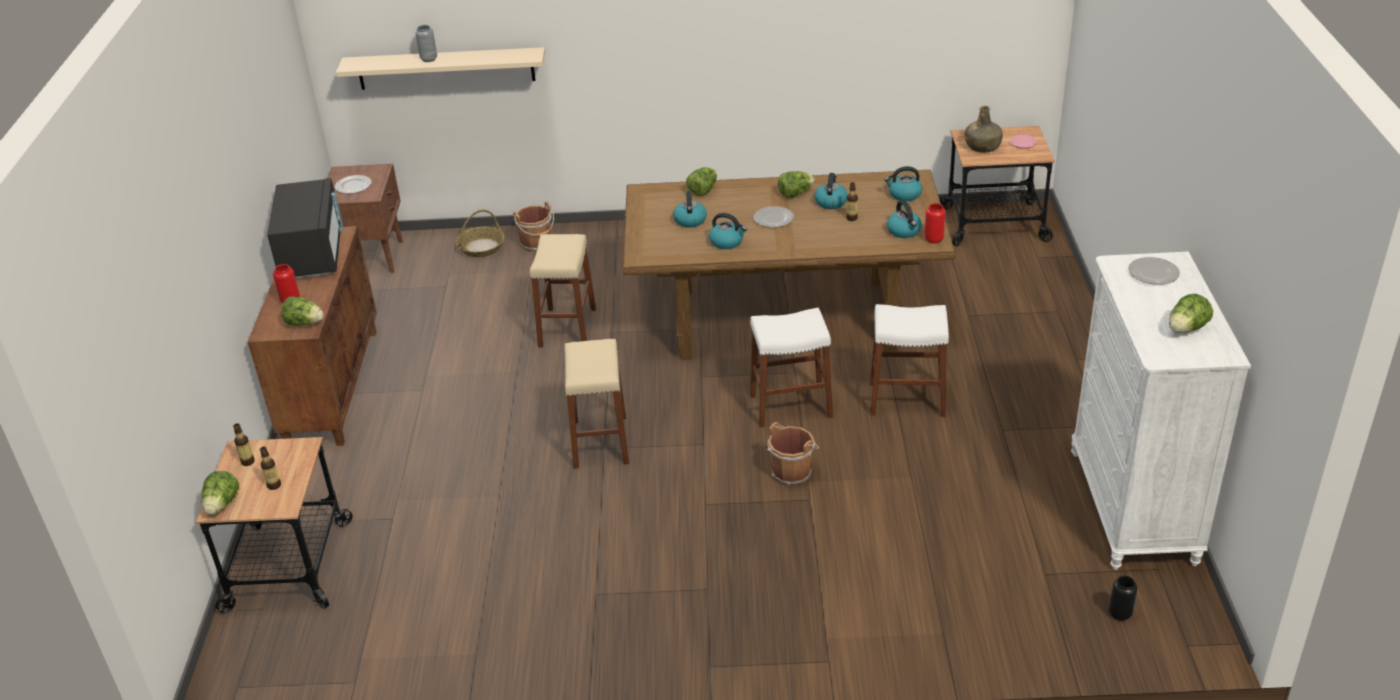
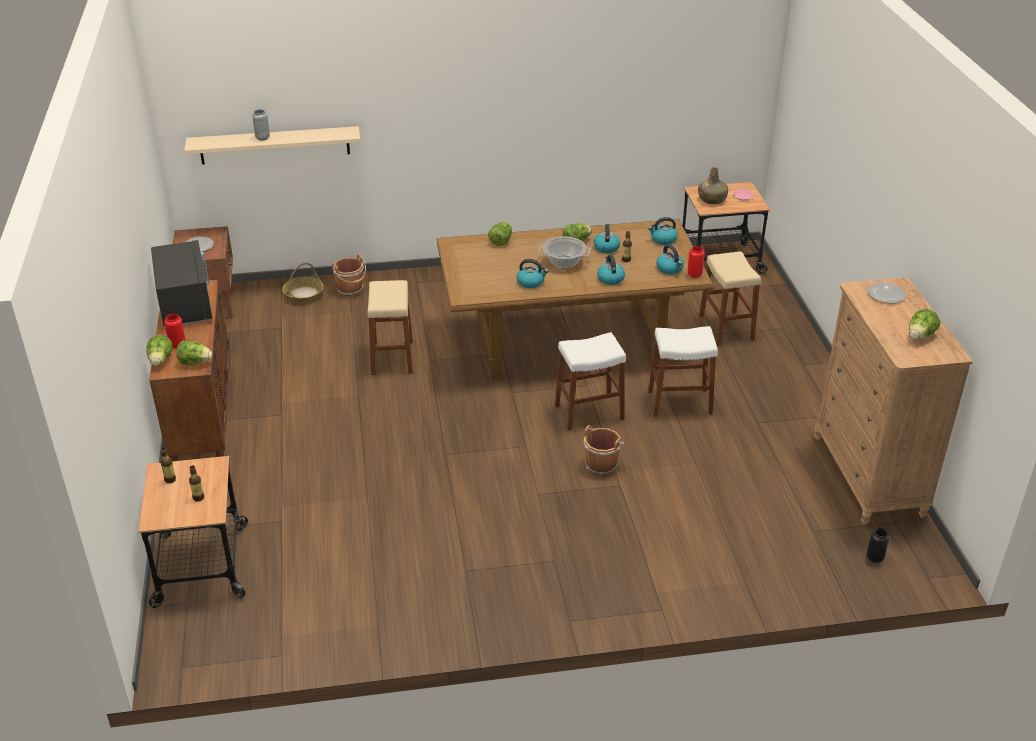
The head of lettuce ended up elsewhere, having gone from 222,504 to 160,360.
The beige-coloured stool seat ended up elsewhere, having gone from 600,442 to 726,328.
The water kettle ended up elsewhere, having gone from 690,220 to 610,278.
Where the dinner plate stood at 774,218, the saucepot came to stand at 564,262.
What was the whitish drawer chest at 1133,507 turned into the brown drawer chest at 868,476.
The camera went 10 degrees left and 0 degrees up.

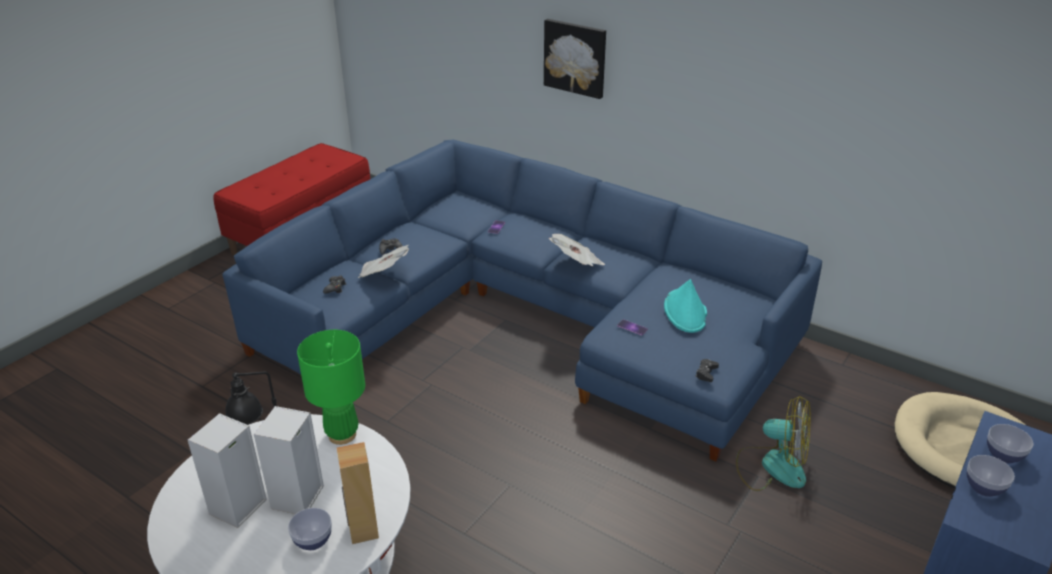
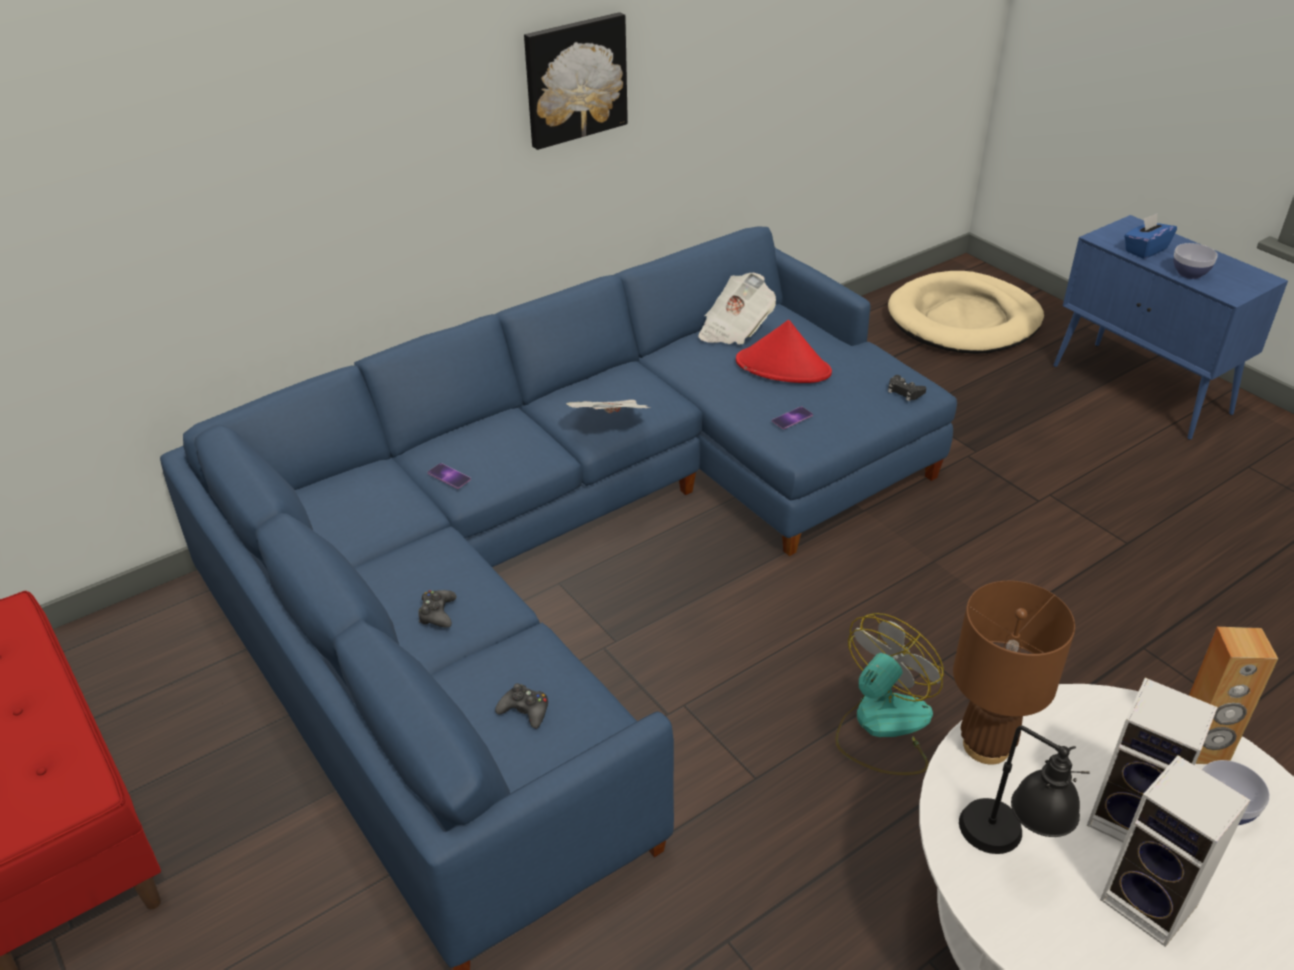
The printed paper ended up elsewhere, having gone from 384,274 to 733,328.
The wall picture ended up elsewhere, having gone from 575,57 to 574,79.
The fan ended up elsewhere, having gone from 772,466 to 882,727.
Where the deep dish stood at 1003,455, the blue tissue holder came to stand at 1145,250.
What was the green lamp for a table at 342,435 turned into the brown lamp for a table at 986,746.
What was the blue-green wearable hat at 685,312 turned into the red-coloured wearable hat at 783,367.
The camera went 70 degrees left and 5 degrees up.

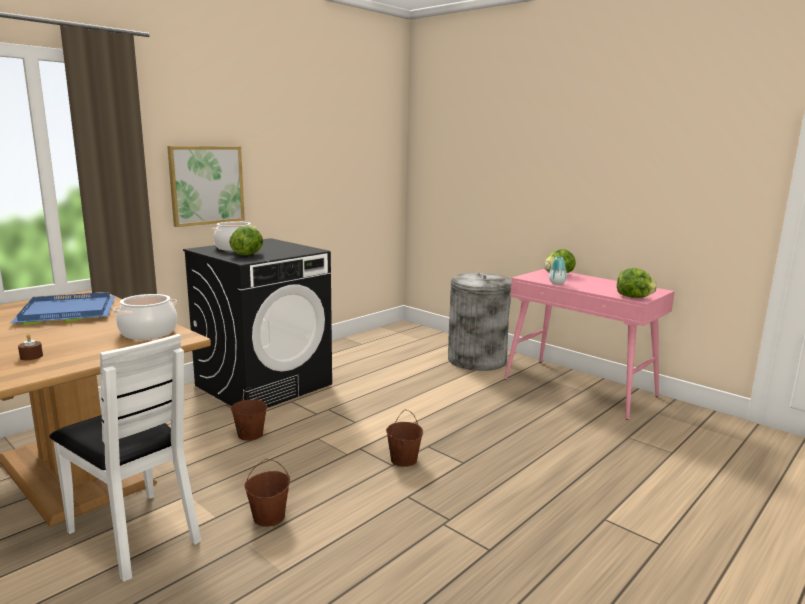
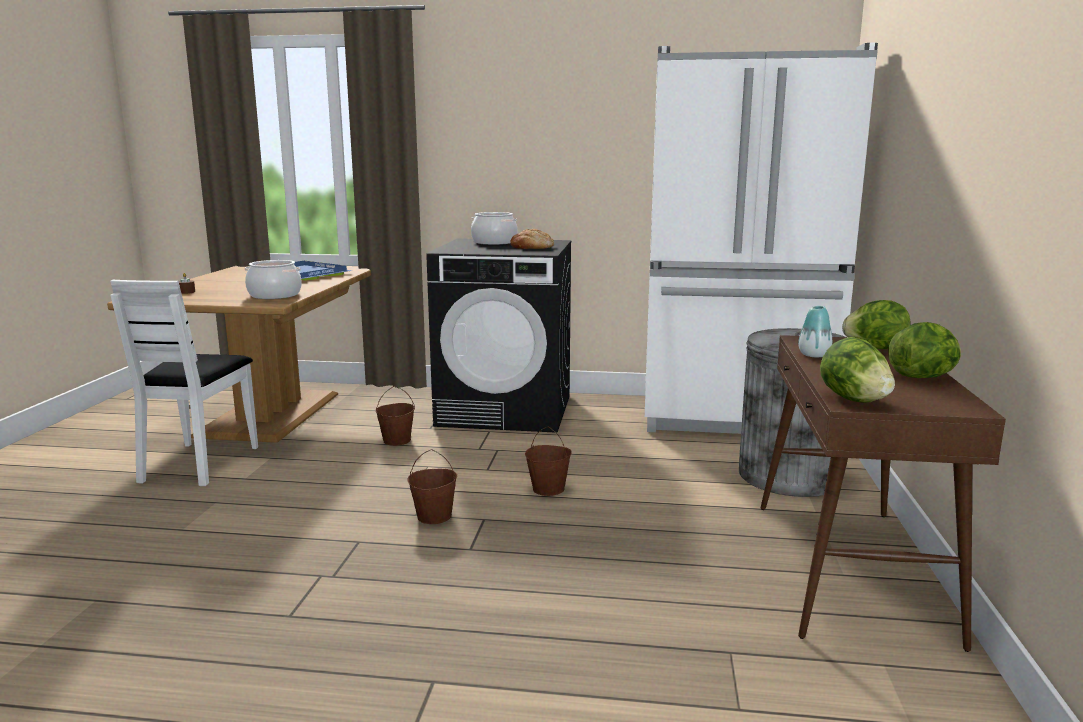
The second view lost the wall picture at 206,185.
The second view gained the bakery bread at 532,247.
The second view gained the whitish refrigerator at 735,418.
The head of lettuce ended up elsewhere, having gone from 248,254 to 923,377.
The brown water bucket ended up elsewhere, having gone from 269,517 to 548,489.
What was the pink console table at 580,387 turned into the brown console table at 849,569.
The camera went 55 degrees right and 0 degrees up.

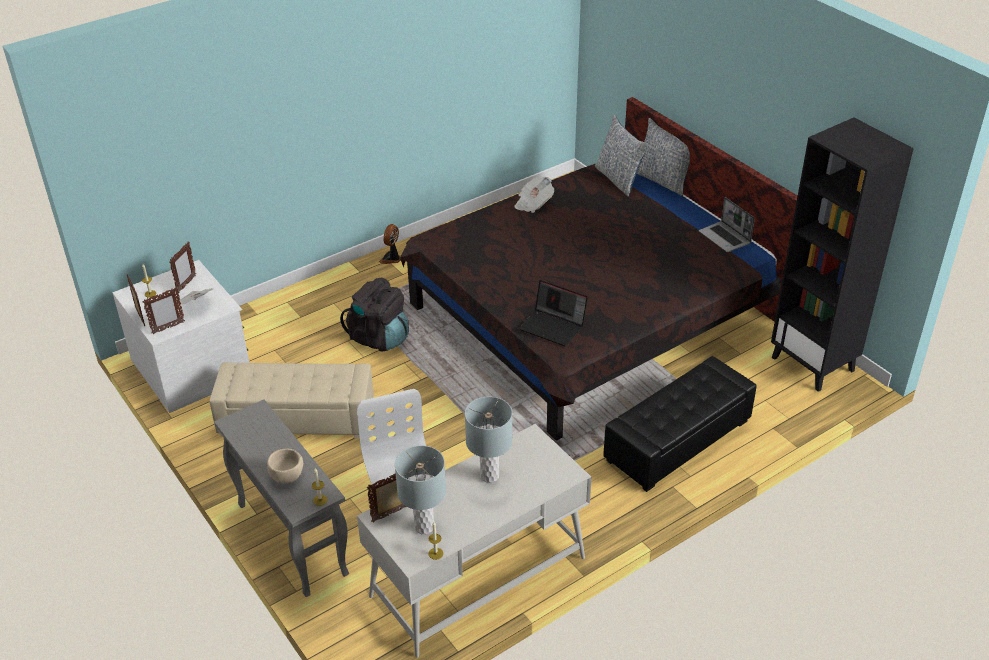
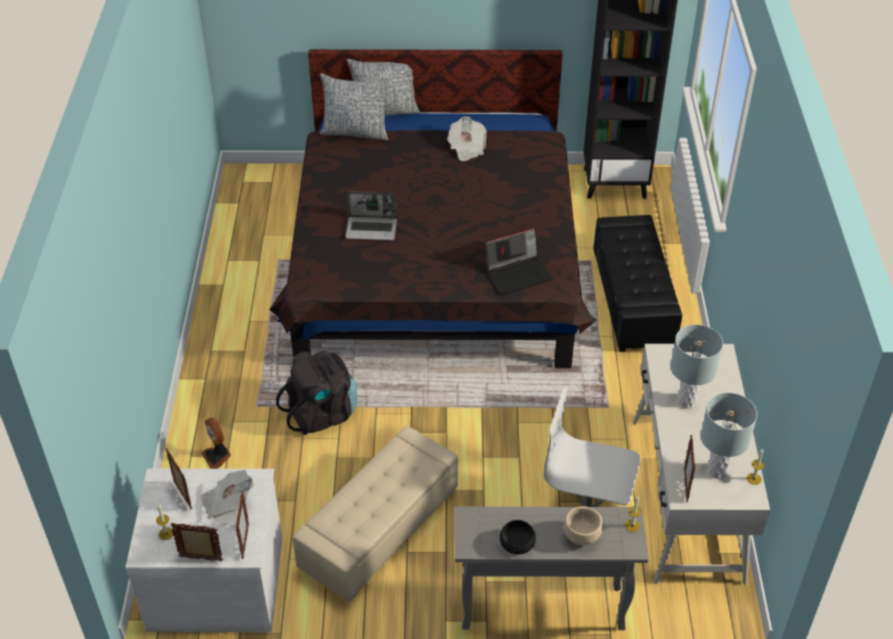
The second view gained the black deep dish at 517,543.
The fan ended up elsewhere, having gone from 391,258 to 217,456.
The printed paper ended up elsewhere, having gone from 533,204 to 466,148.
The portable computer ended up elsewhere, having gone from 725,238 to 372,229.
The camera went 55 degrees left and 5 degrees up.

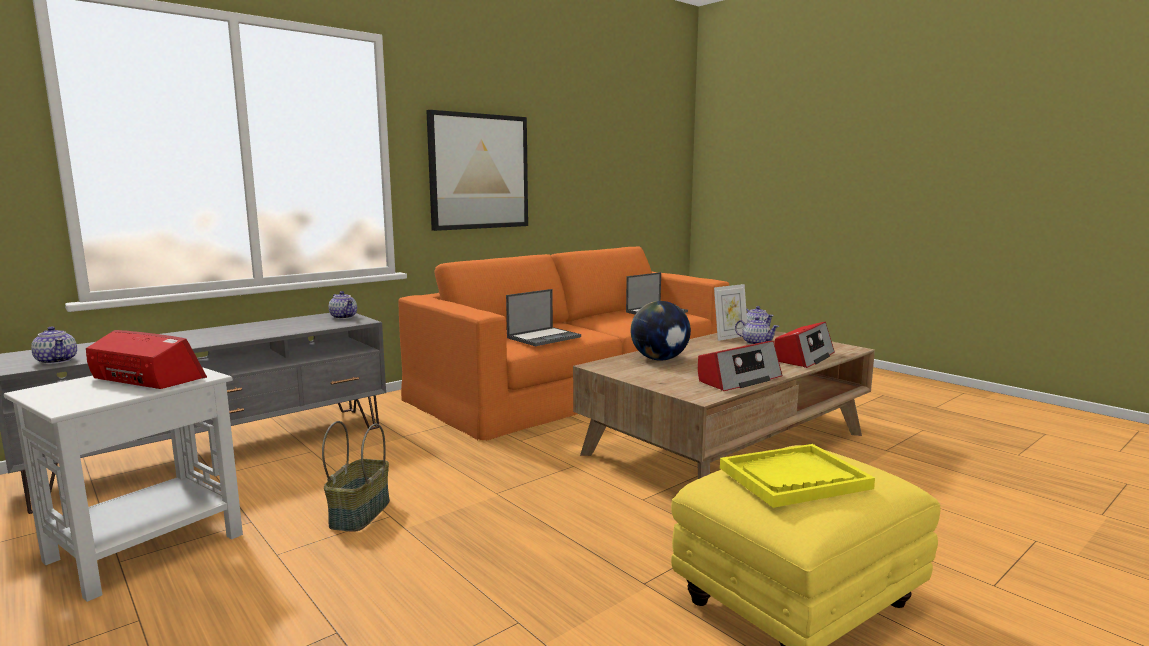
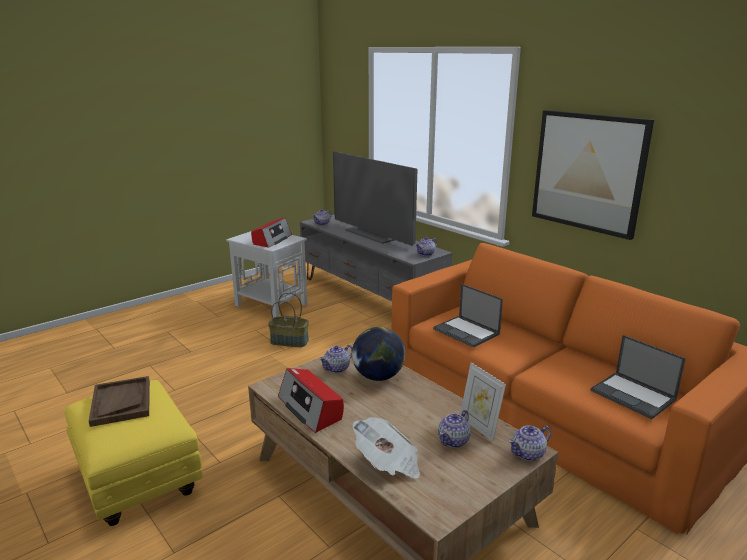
The second view gained the pot for tea at 337,368.
The second view gained the TV at 374,234.
Where the radio receiver stood at 803,357, the printed paper came to stand at 388,463.
What was the yellow serving tray at 794,478 turned into the brown serving tray at 121,402.
The camera went 90 degrees right and 10 degrees up.

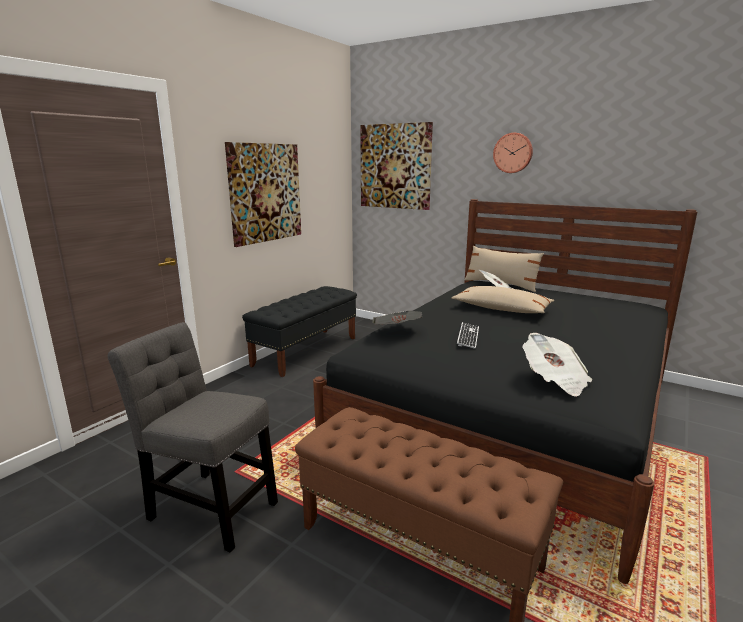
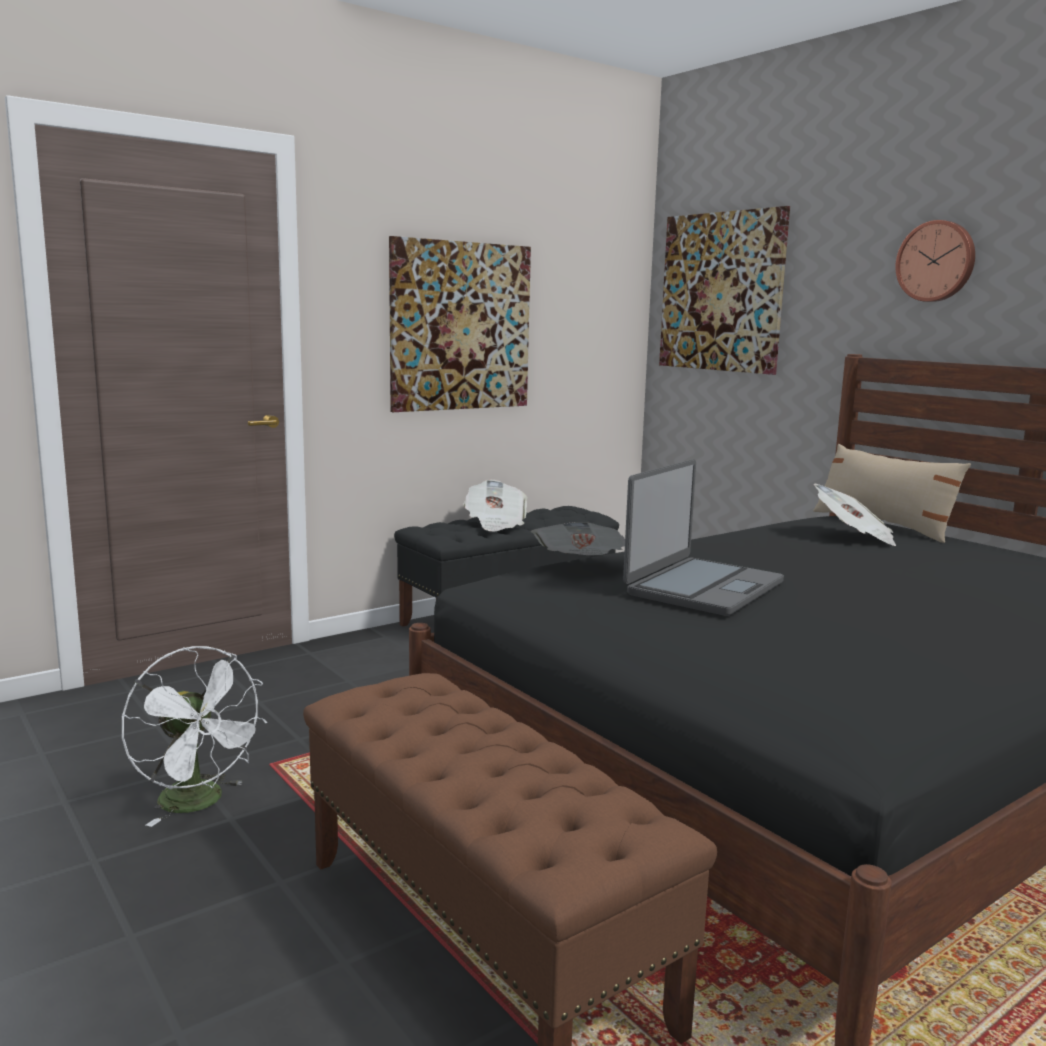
The second view lost the beige-coloured cushion at 501,309.
The printed paper ended up elsewhere, having gone from 555,380 to 495,523.
Where the grey chair stood at 209,507, the whitish fan came to stand at 200,803.
Where the PC keyboard stood at 468,336, the portable computer came to stand at 703,588.
The camera went 20 degrees right and 5 degrees down.

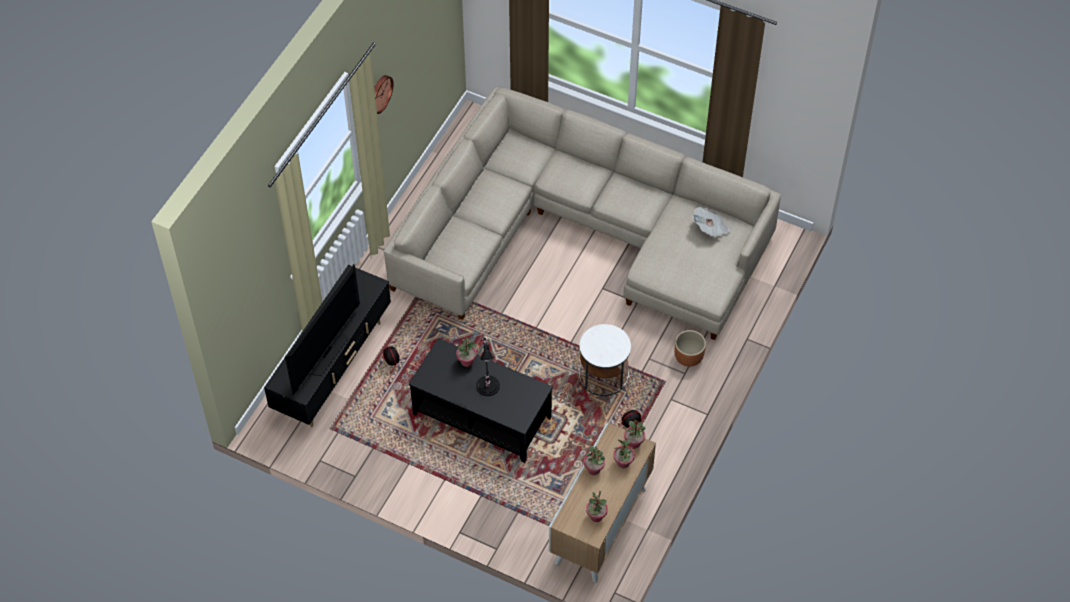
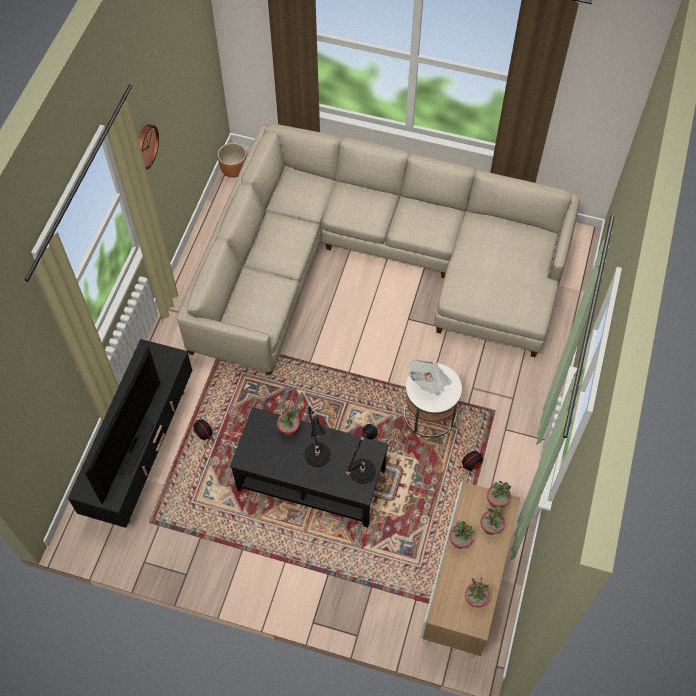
The second view gained the black lamp for a table at 361,473.
The brown planter ended up elsewhere, having gone from 689,357 to 234,170.
The printed paper ended up elsewhere, having gone from 710,229 to 429,382.
The camera went 10 degrees left and 5 degrees up.

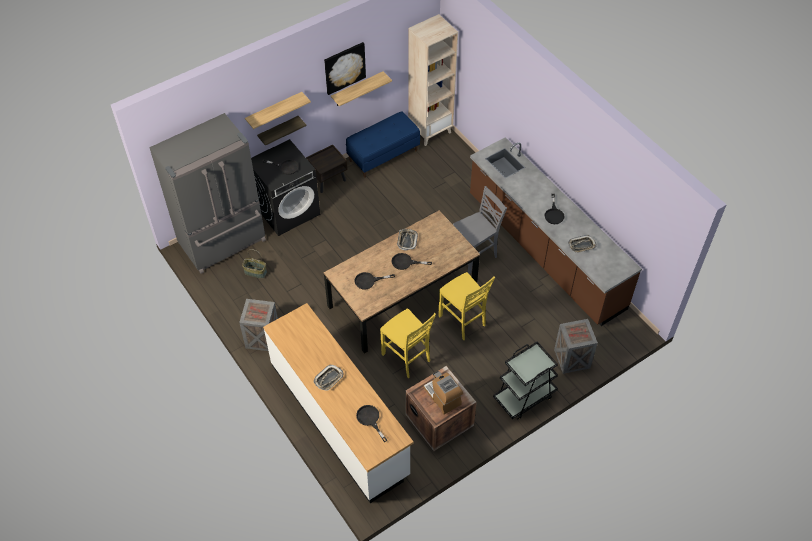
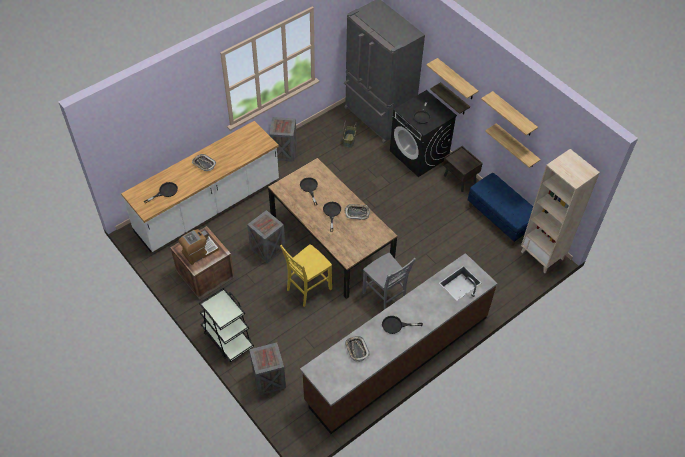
Where the wall picture hung at 344,67, the wall shelf came to hang at 513,114.
Where the yellow chair stood at 407,358, the crate came to stand at 267,249.
The camera went 85 degrees right and 0 degrees up.

